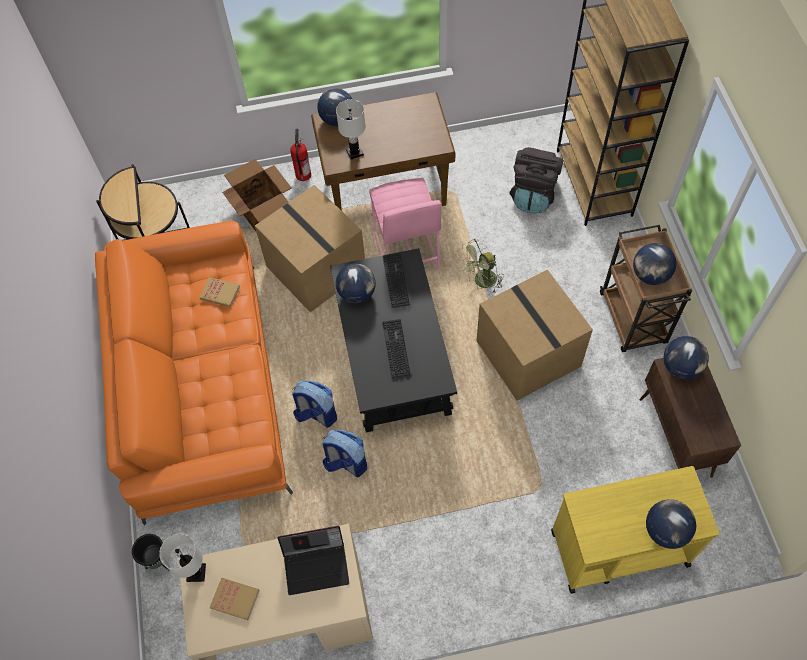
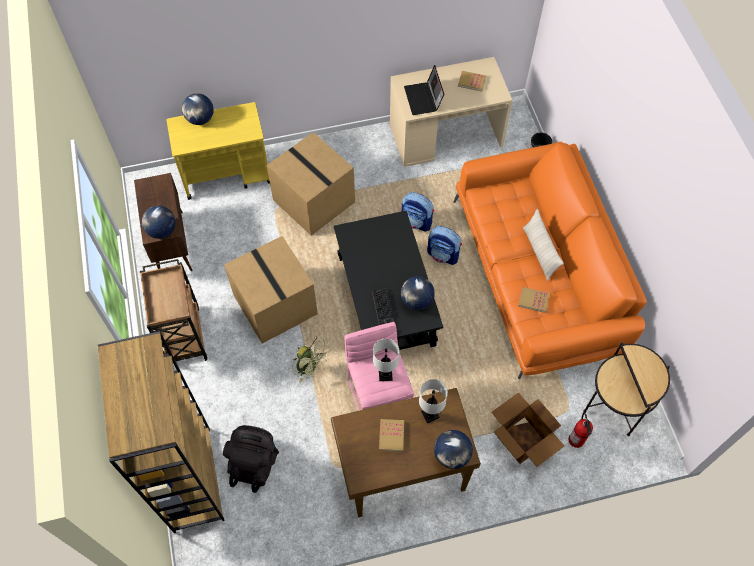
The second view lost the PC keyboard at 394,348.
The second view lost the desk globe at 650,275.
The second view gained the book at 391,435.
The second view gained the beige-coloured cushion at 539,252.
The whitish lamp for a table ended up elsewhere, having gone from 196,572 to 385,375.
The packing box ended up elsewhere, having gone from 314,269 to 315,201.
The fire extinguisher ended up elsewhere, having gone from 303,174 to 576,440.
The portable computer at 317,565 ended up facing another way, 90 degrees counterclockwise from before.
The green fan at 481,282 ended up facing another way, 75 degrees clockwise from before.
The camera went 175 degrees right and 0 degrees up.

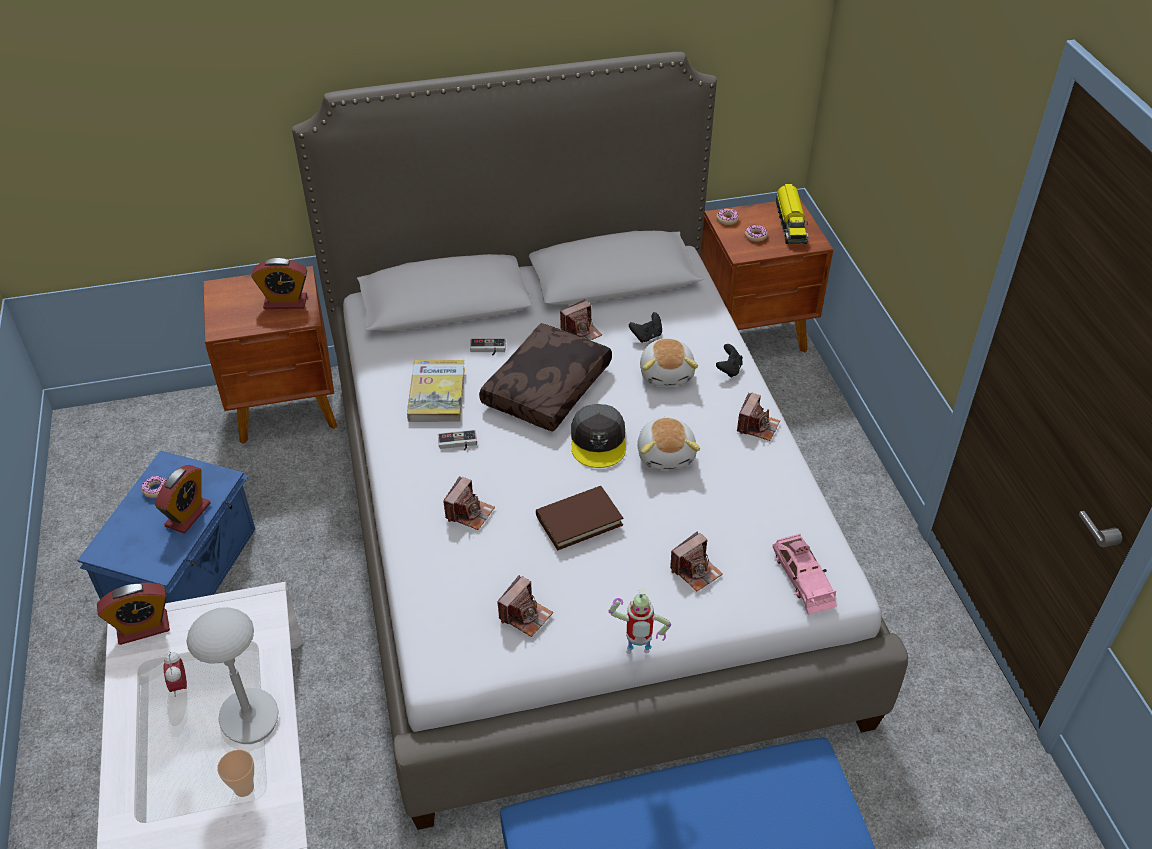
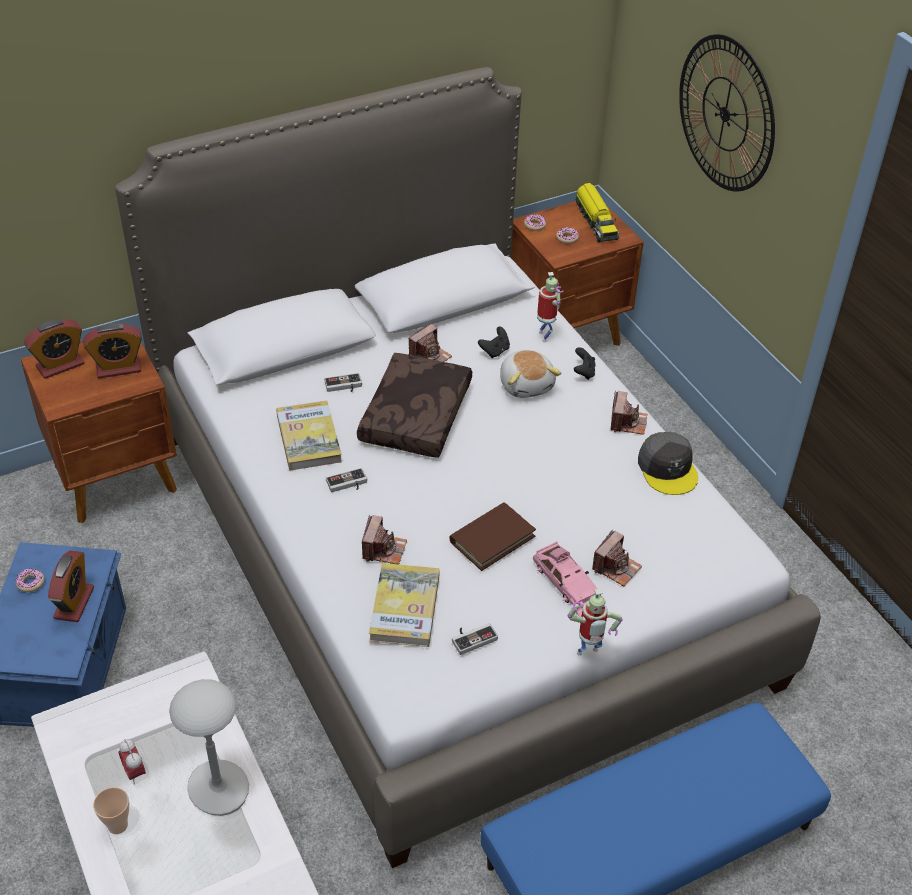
The second view lost the cuddly toy at 666,454.
The second view gained the book at 405,608.
The second view gained the toy robot at 545,336.
The second view gained the clock on the wall at 725,114.
The bedside clock ended up elsewhere, having gone from 143,628 to 60,365.
The cup ended up elsewhere, having gone from 244,788 to 118,825.
The grey baseball cap ended up elsewhere, having gone from 598,441 to 668,469.
The pink miniature car ended up elsewhere, having gone from 803,578 to 567,584.
Where the photo camera stood at 525,615, the joypad came to stand at 472,637.
The camera went 15 degrees left and 0 degrees up.

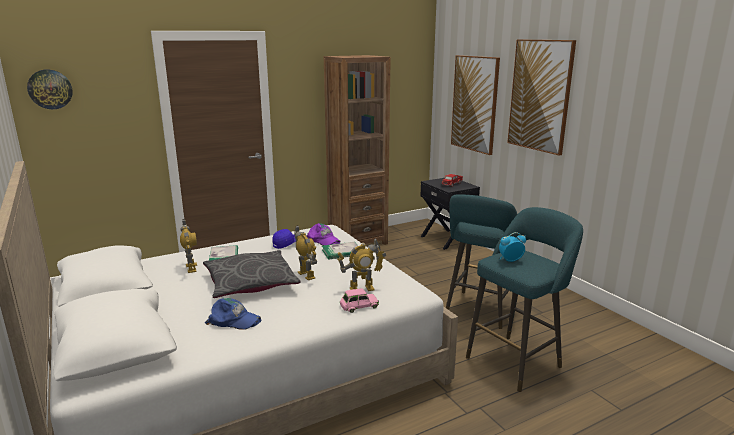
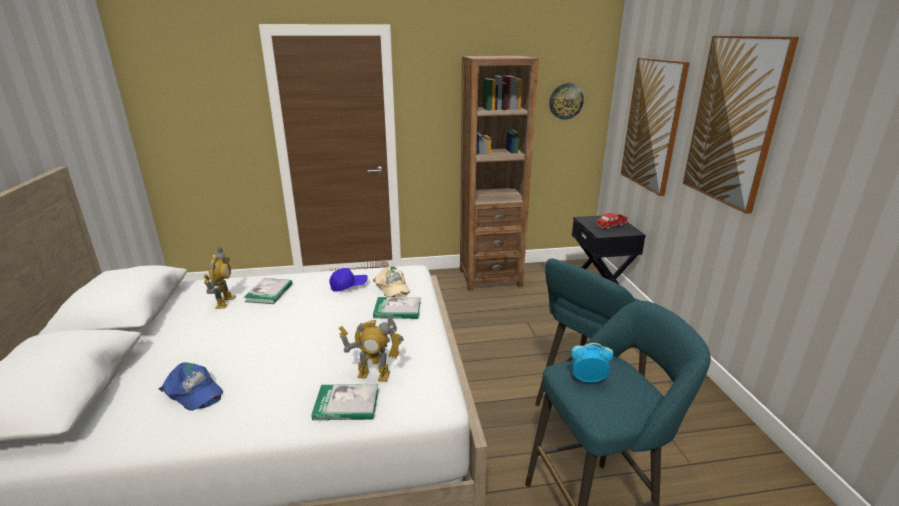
The second view lost the grey cushion at 250,283.
The second view lost the toy robot at 306,275.
The clock on the wall ended up elsewhere, having gone from 50,89 to 566,101.
Where the pink miniature car stood at 359,306, the book came to stand at 346,405.
What was the purple-coloured baseball cap at 323,240 turned into the beige-coloured baseball cap at 392,287.
The camera went 20 degrees right and 5 degrees up.

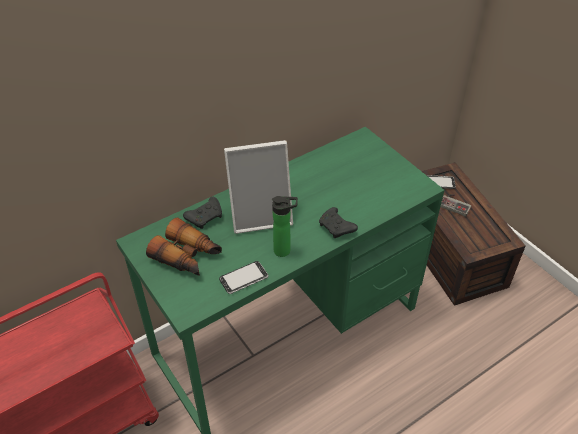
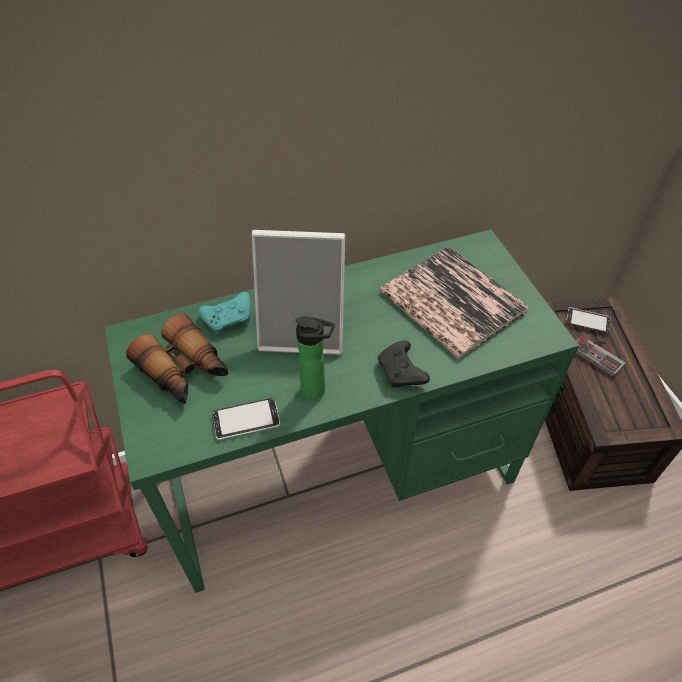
The second view gained the book at 452,302.
What was the black joypad at 205,217 turned into the blue-green joypad at 229,318.
The camera went 15 degrees right and 5 degrees up.

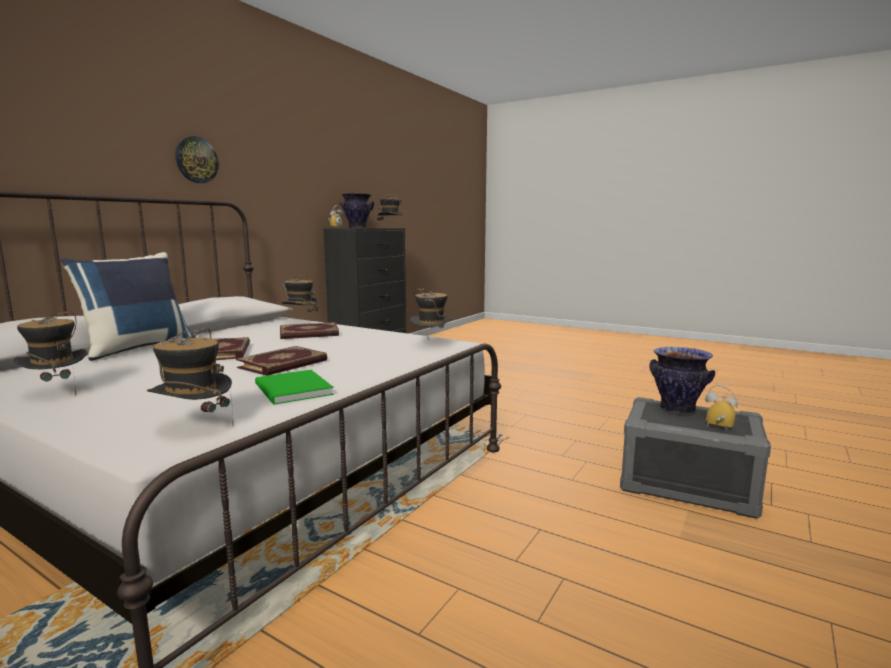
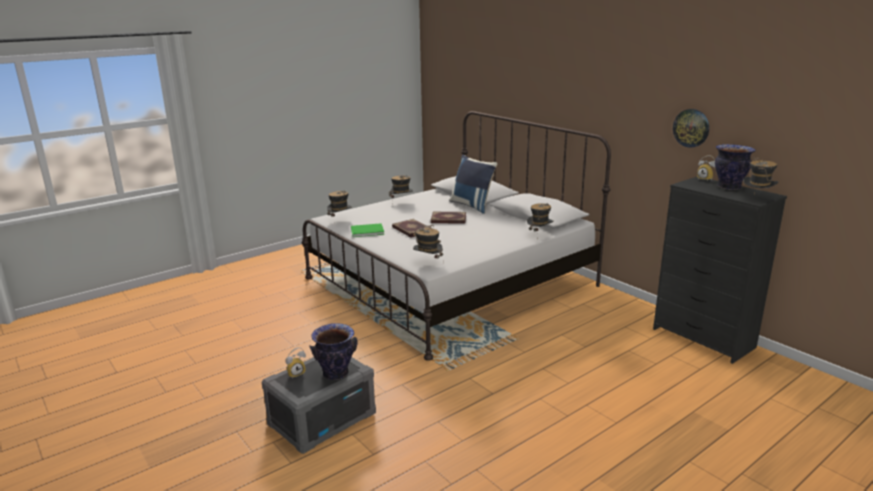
The second view lost the book at 309,334.
The clock on the wall ended up elsewhere, having gone from 196,160 to 691,128.
The camera went 110 degrees right and 10 degrees up.

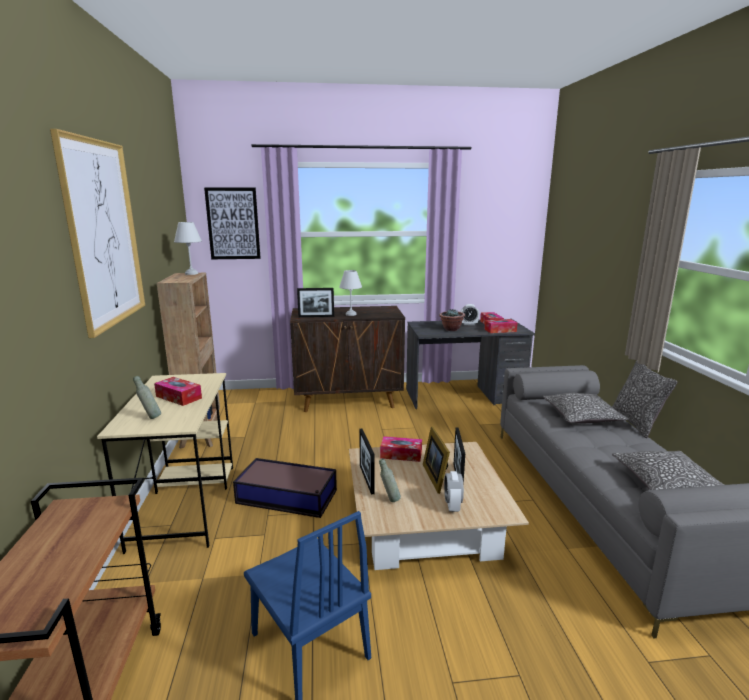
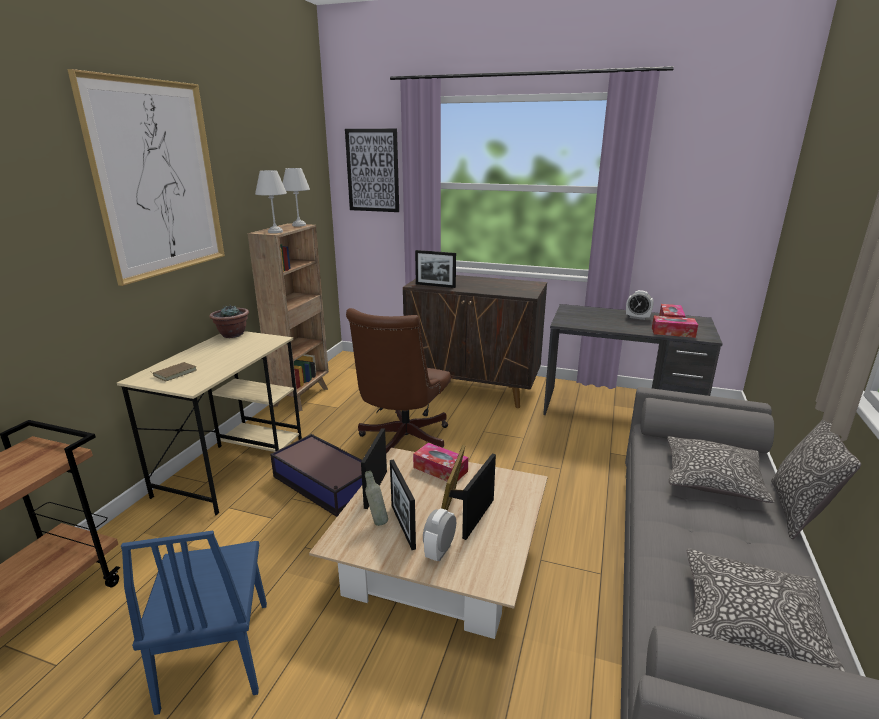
The second view lost the tissue holder at 179,397.
The second view gained the brown office chair at 401,442.
The second view gained the picture frame at 403,526.
The whitish lamp for a table ended up elsewhere, having gone from 351,314 to 276,231.
The houseplant ended up elsewhere, having gone from 451,329 to 232,334.
Where the grey drink bottle stood at 150,418, the brown book came to stand at 174,373.
The camera went 25 degrees right and 5 degrees up.

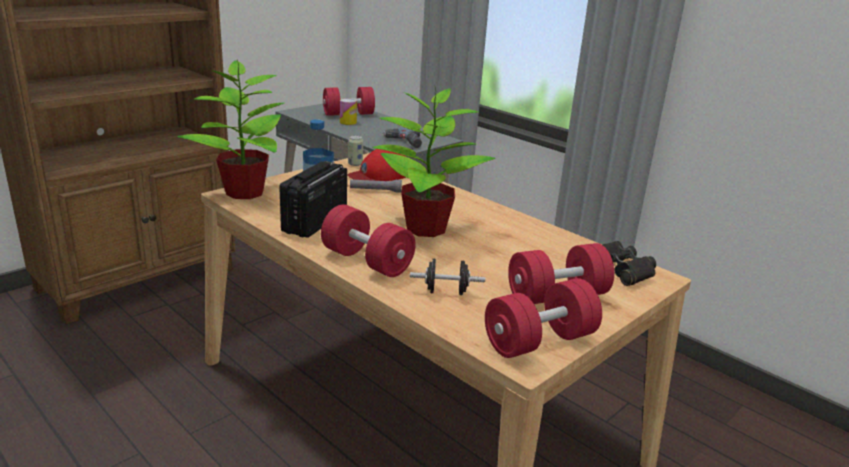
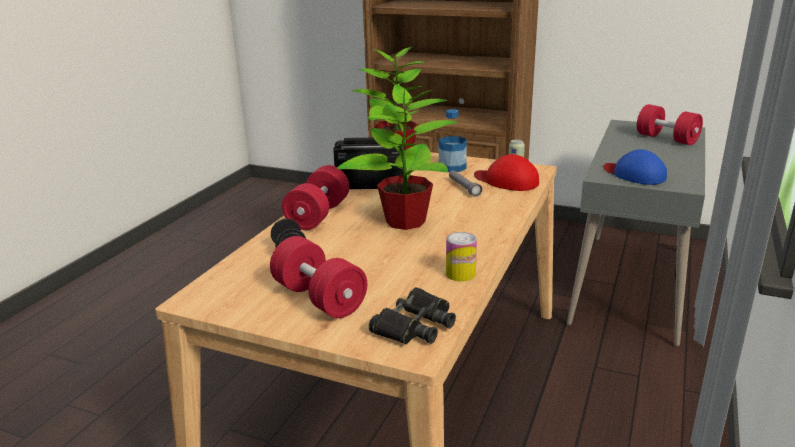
The second view lost the red-coloured hand weight at 539,341.
The can ended up elsewhere, having gone from 348,122 to 460,274.
Where the power drill stood at 404,142, the blue baseball cap came to stand at 634,174.
The camera went 70 degrees right and 0 degrees up.

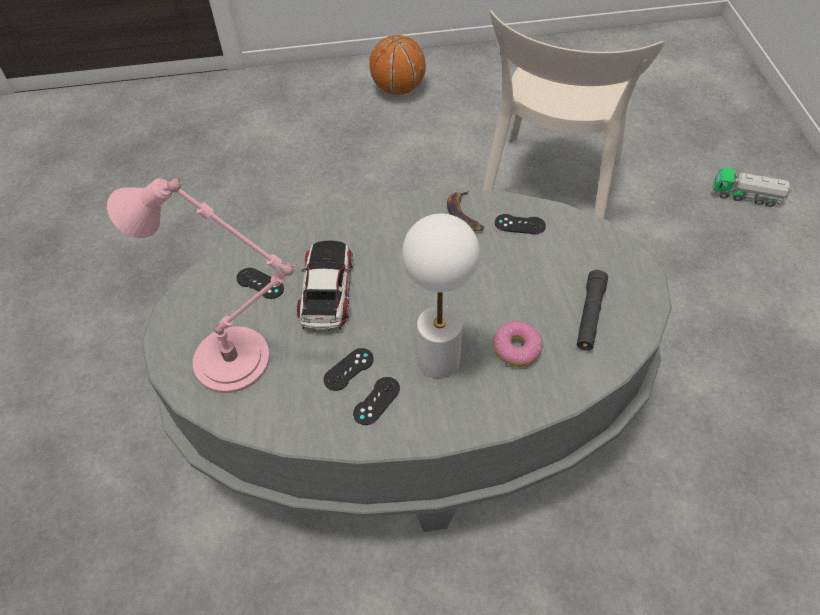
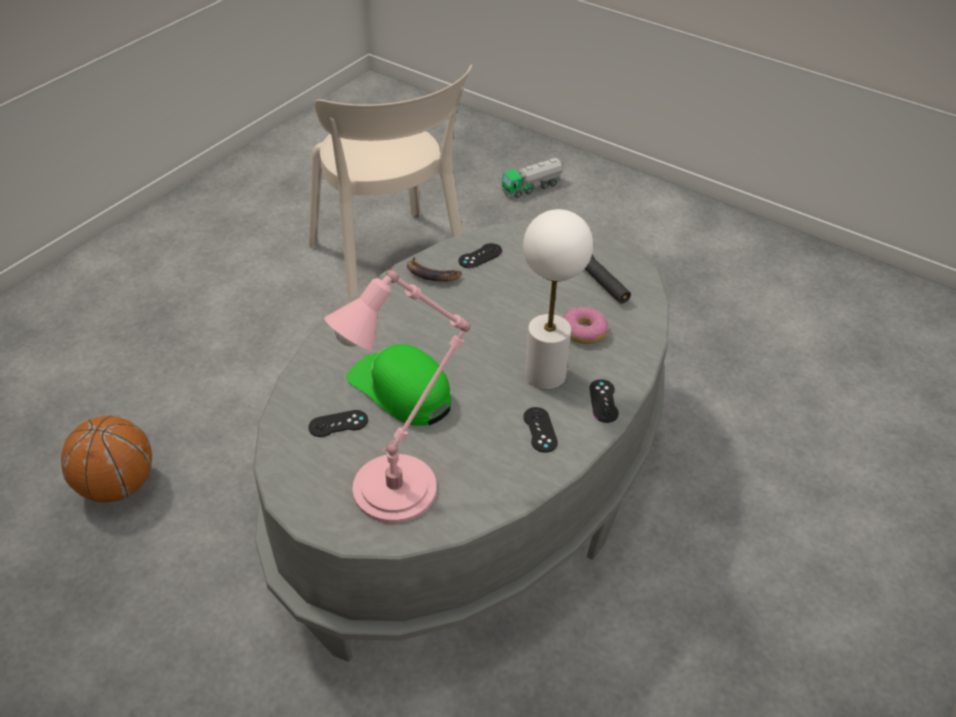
The black joypad ended up elsewhere, having gone from 348,369 to 603,401.
The basketball ended up elsewhere, having gone from 398,88 to 117,486.
Where the miniature car stood at 327,290, the green baseball cap came to stand at 400,390.
The camera went 50 degrees left and 10 degrees down.

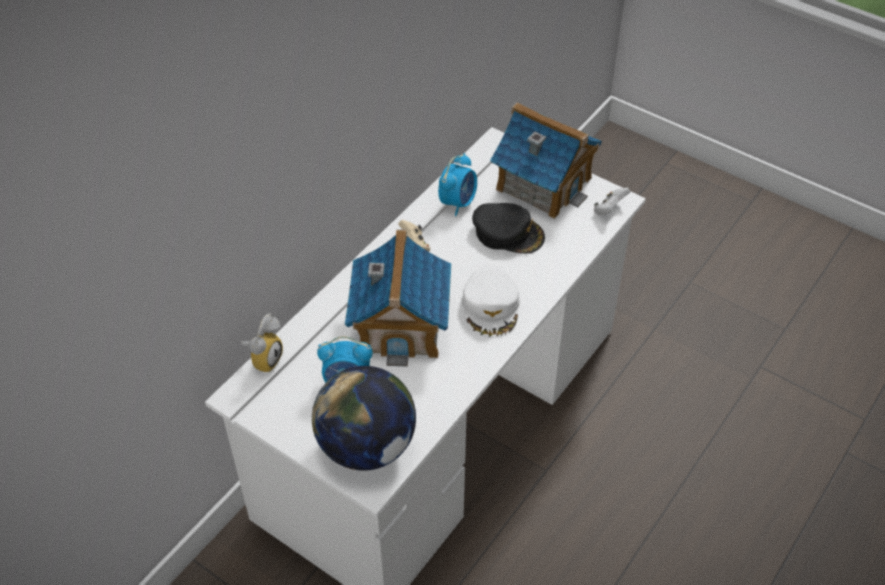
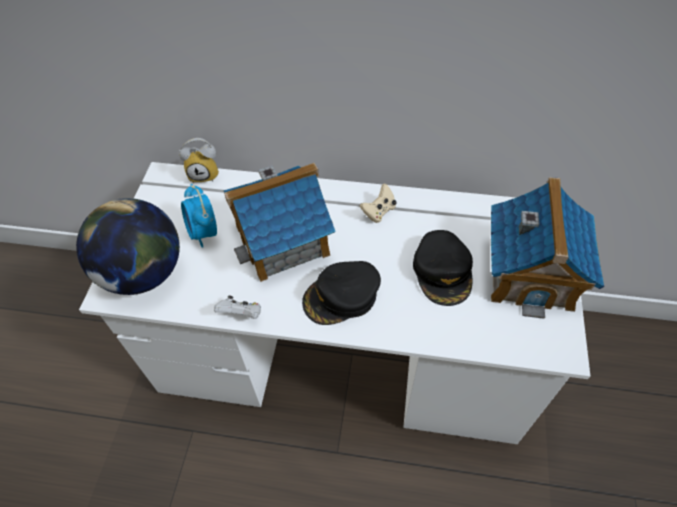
The second view lost the bedside clock at 458,202.
The whitish joypad ended up elsewhere, having gone from 609,209 to 241,314.
What was the whitish baseball cap at 491,307 turned into the black baseball cap at 341,297.
The camera went 65 degrees right and 5 degrees up.

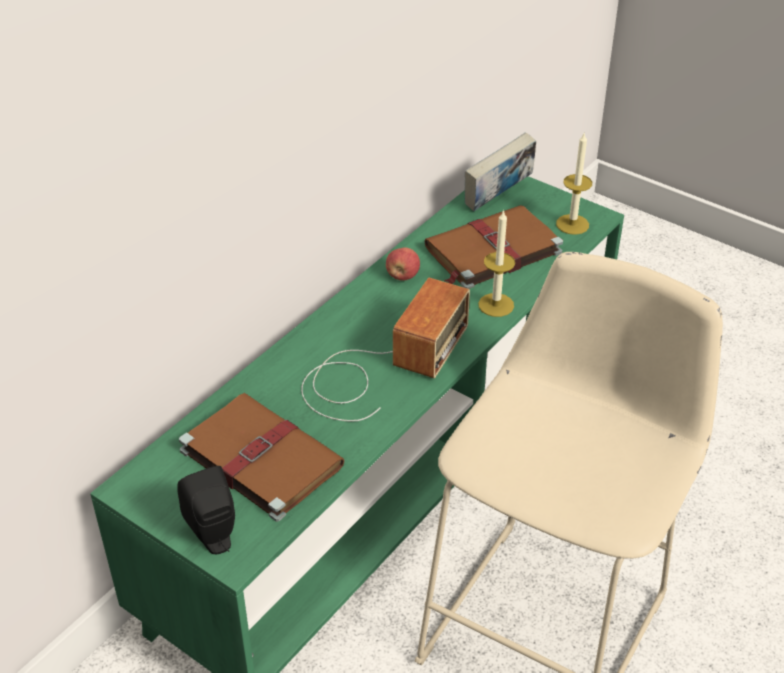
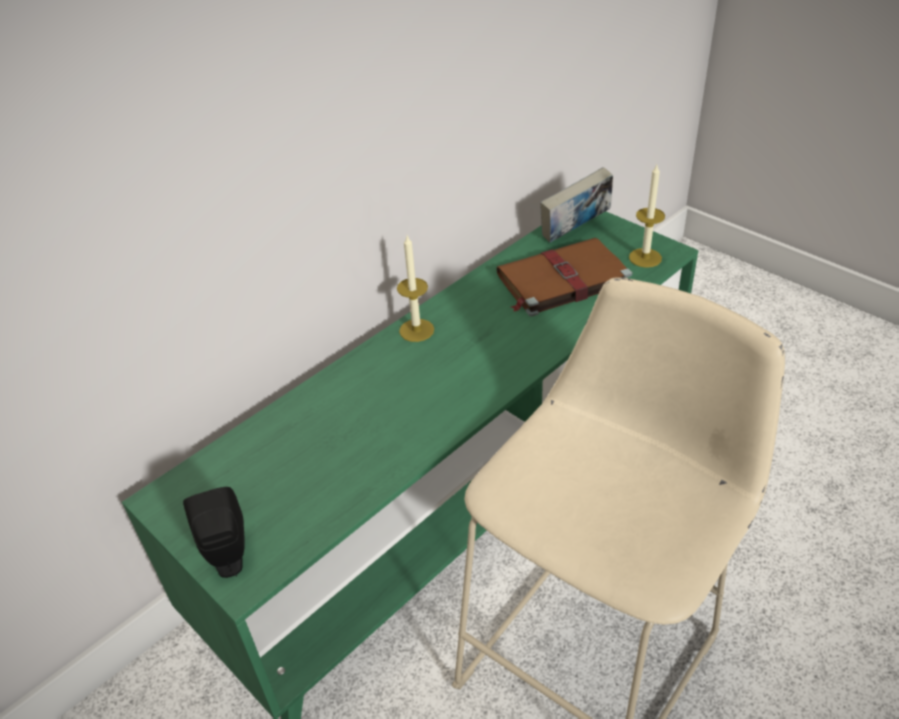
The second view lost the brown book at 259,457.
The second view lost the radio receiver at 381,367.
The second view lost the whole apple at 402,276.
The wax candle ended up elsewhere, having gone from 496,305 to 416,330.
The camera went 10 degrees right and 0 degrees up.

